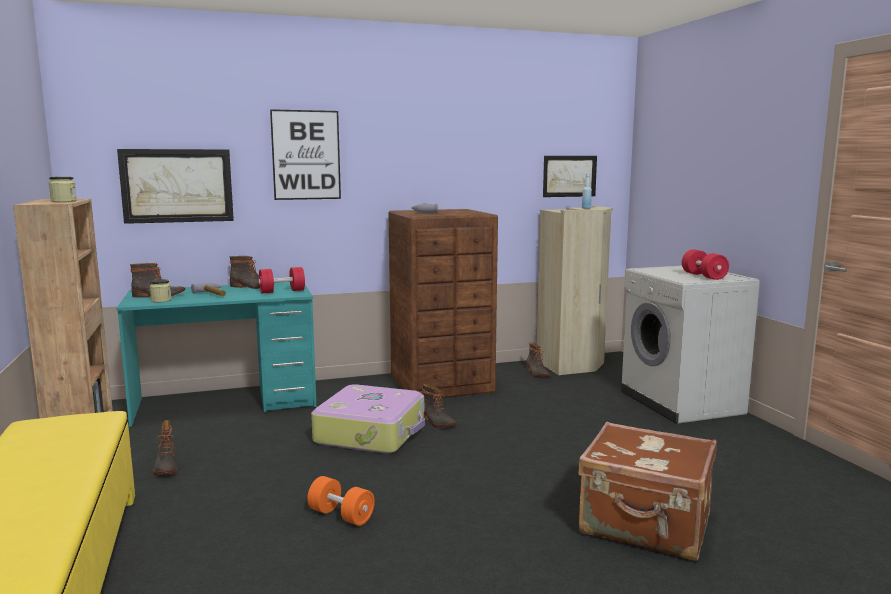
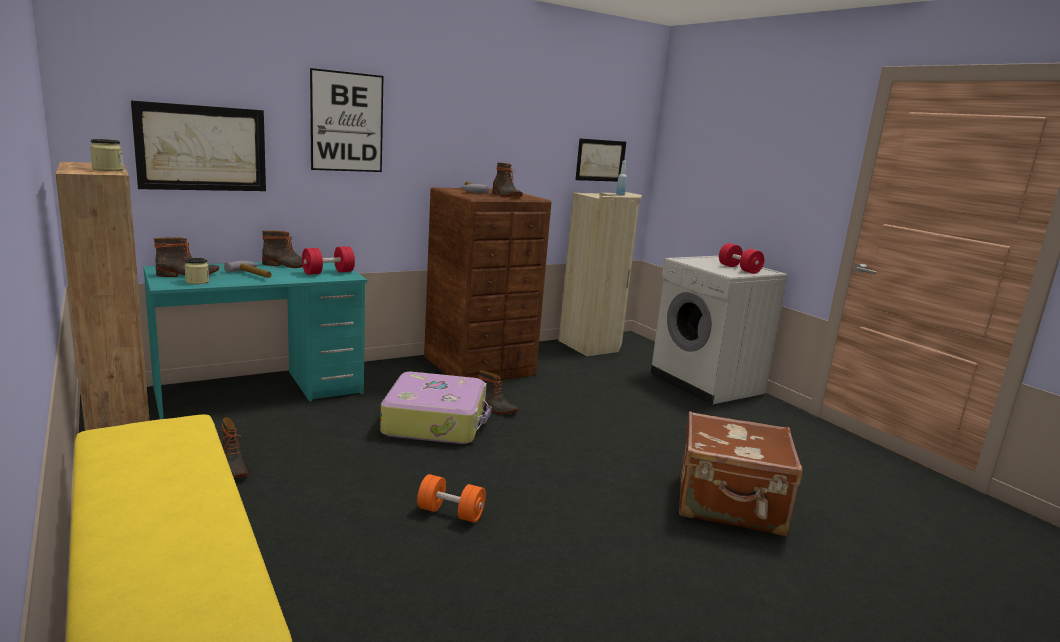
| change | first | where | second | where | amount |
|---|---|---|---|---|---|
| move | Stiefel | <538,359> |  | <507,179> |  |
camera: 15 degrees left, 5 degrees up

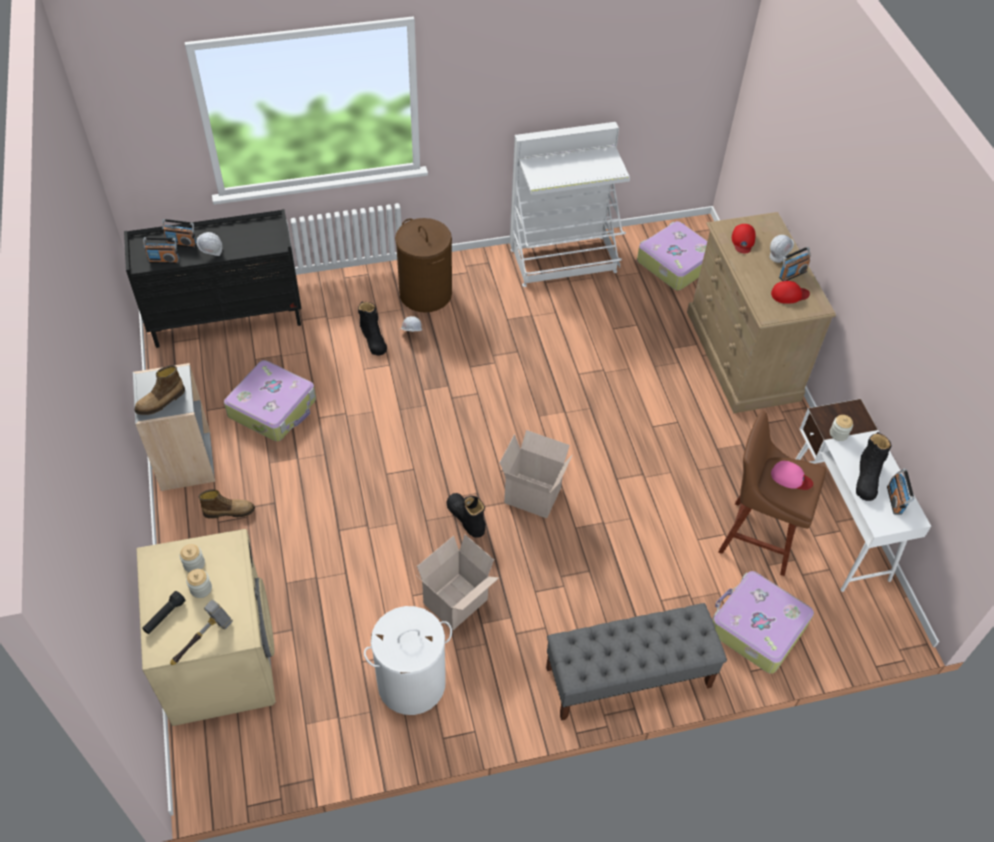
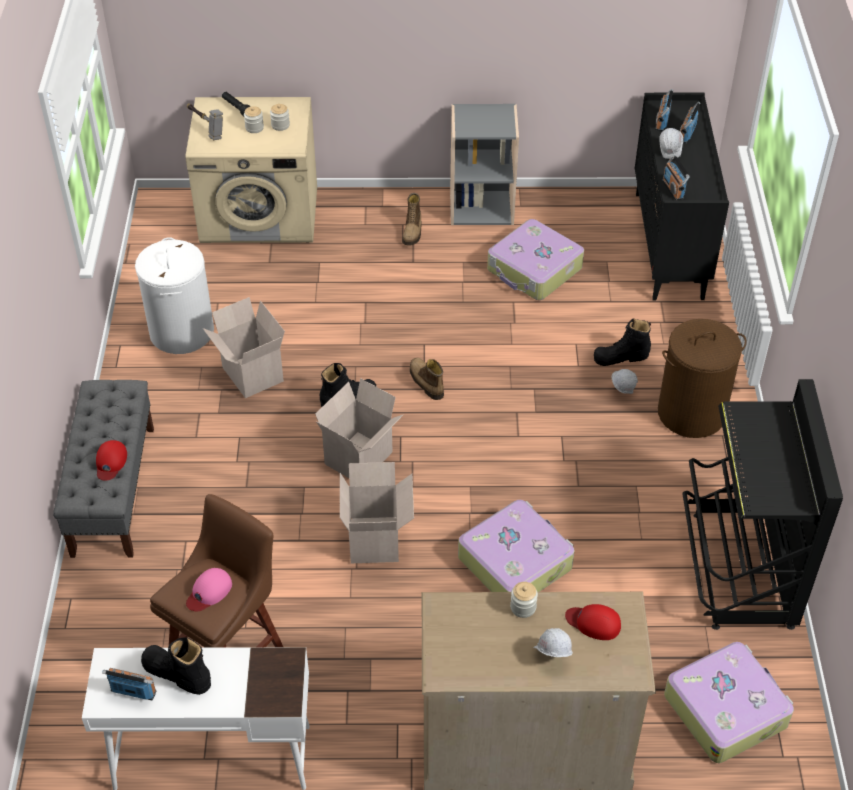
| change | first | where | second | where | amount |
|---|---|---|---|---|---|
| recolor | Schuhregal [weiß] | <570,204> | Schuhregal [schwarz] | <762,504> |  |
| move | Radio | <795,264> |  | <676,177> |  |
| move | Kappe [rot] | <790,292> |  | <111,460> |  |
| move | Stiefel | <160,390> |  | <427,379> |  |
| move | Vorratsglas | <841,428> |  | <524,600> |  |
| move | Koffer | <763,622> |  | <516,546> |  |
| insert |  |  | Karton | <377,512> |  |
camera: 105 degrees right, 5 degrees down

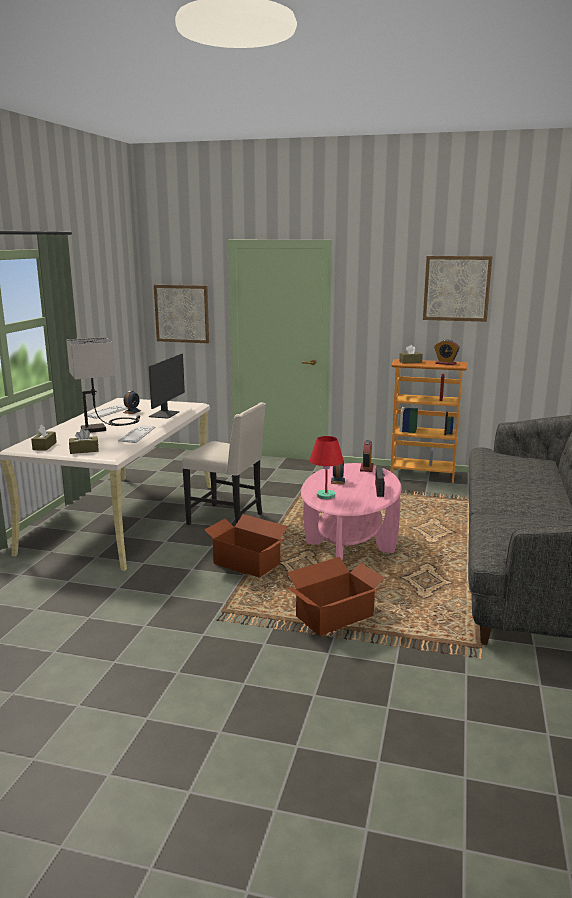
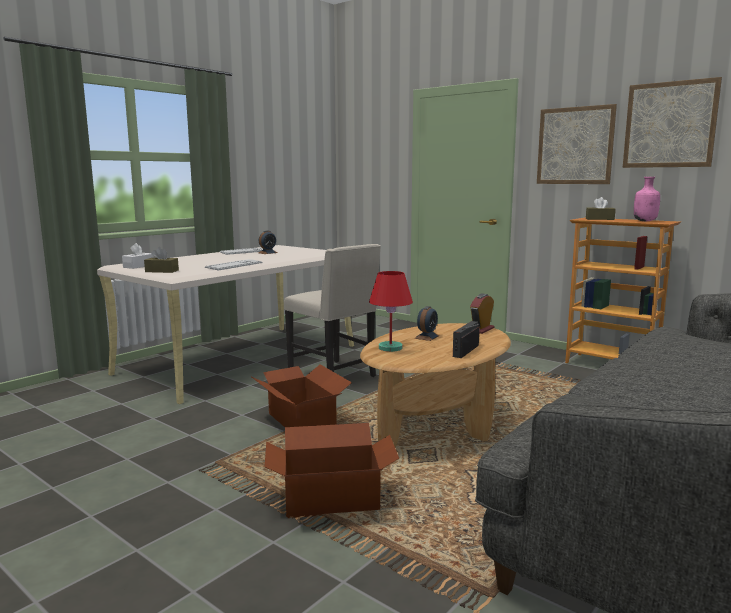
| change | first | where | second | where | amount |
|---|---|---|---|---|---|
| move | Bild | <181,314> |  | <577,144> |  |
| delete | Tischlampe | <103,385> |  |  |  |
| replace | Wecker | <447,352> | Flasche [rosa] | <647,199> |  |
| delete | Monitor | <167,386> |  |  |  |
| recolor | Taschentuchbox [braun] | <44,437> | Taschentuchbox [weiß] | <138,256> |  |
| recolor | Couchtisch [rosa] | <351,512> | Couchtisch [braun] | <435,385> |  |
camera: 25 degrees right, 5 degrees down

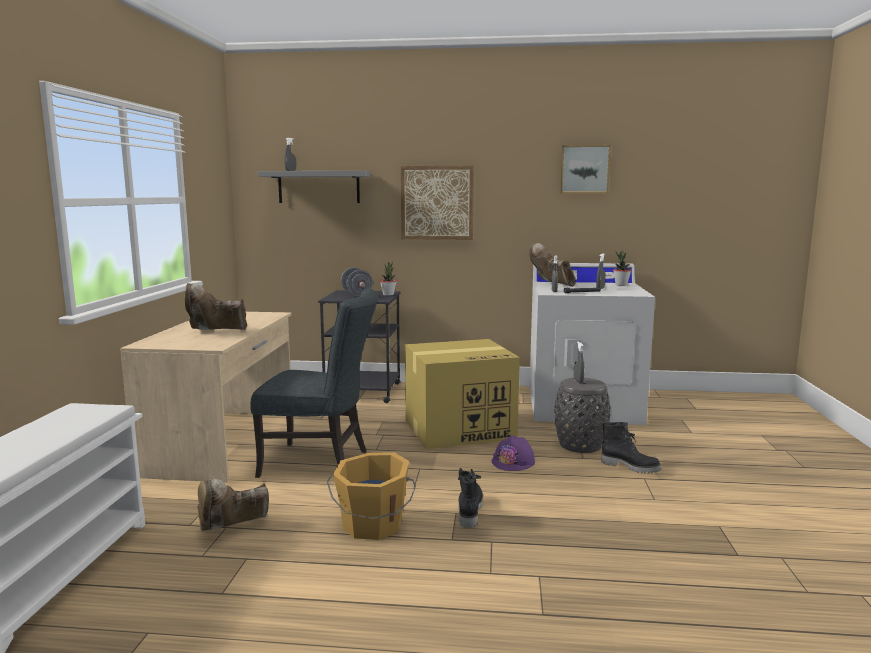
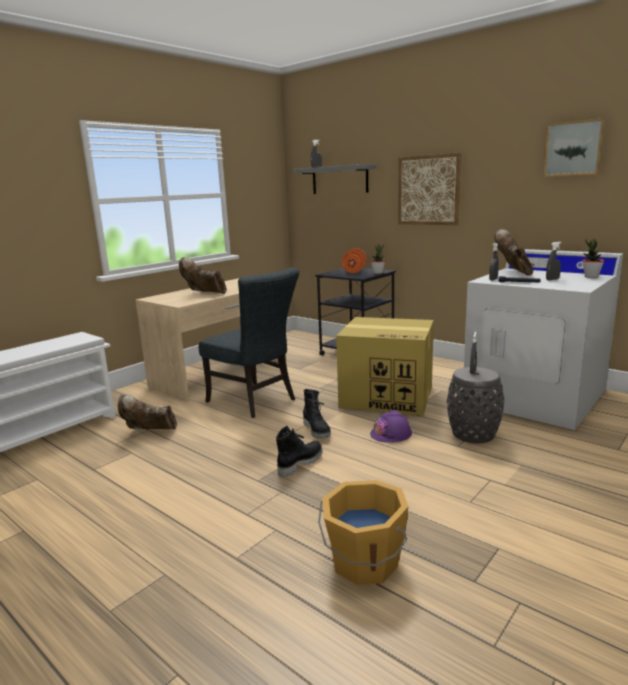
| change | first | where | second | where | amount |
|---|---|---|---|---|---|
| recolor | Hantel [grau] | <357,282> | Hantel [orange] | <354,260> |  |
| move | Stiefel [schwarz] | <631,447> |  | <317,414> |  |
| move | Eimer [orange] | <371,496> |  | <363,532> |  |
camera: 35 degrees right, 5 degrees up

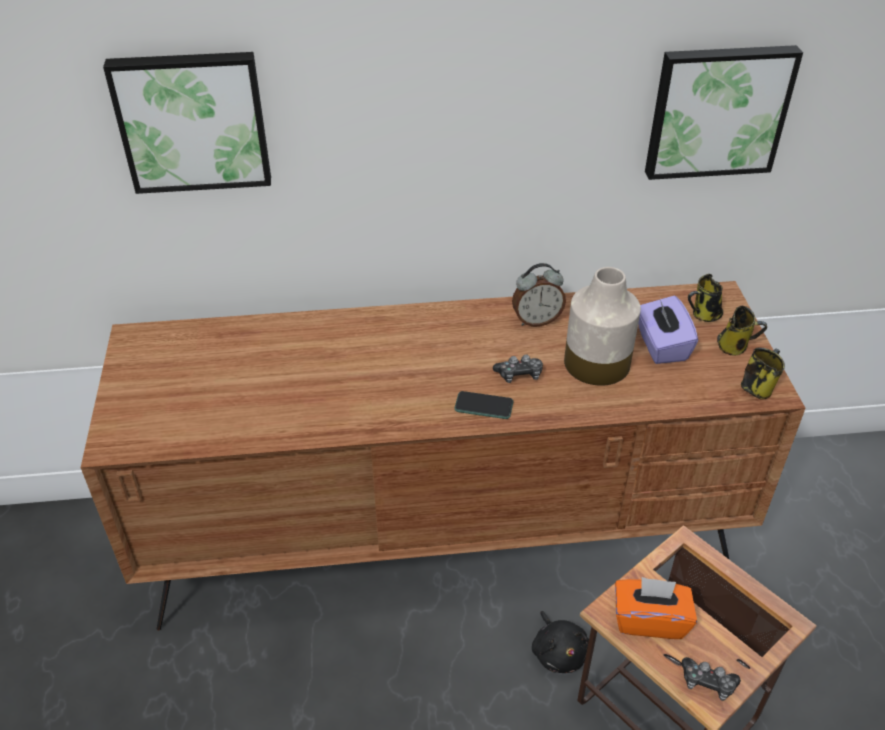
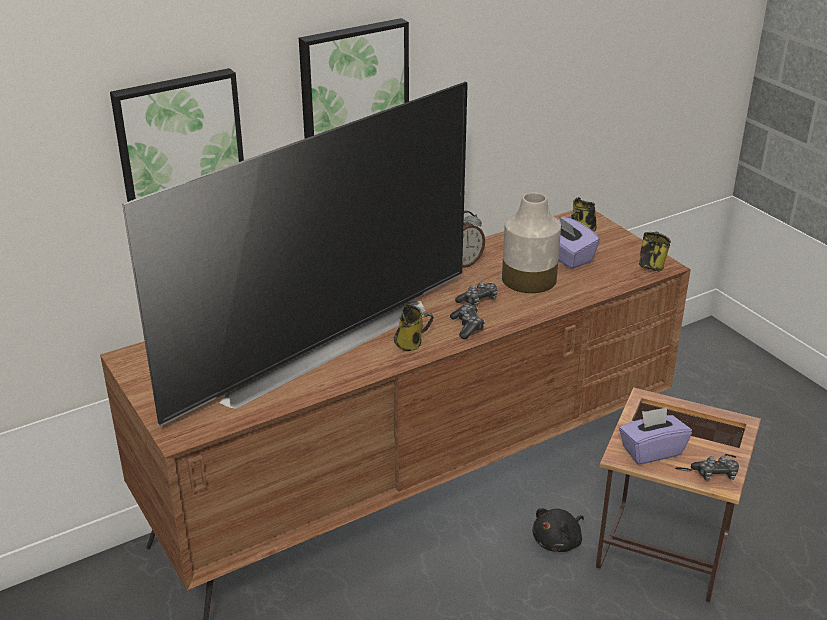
| change | first | where | second | where | amount |
|---|---|---|---|---|---|
| move | Bild | <724,112> |  | <354,78> |  |
| move | Henkelbecher | <742,331> |  | <413,327> |  |
| replace | Handy | <483,405> | Gamepad | <467,321> |  |
| recolor | Taschentuchbox [orange] | <656,608> | Taschentuchbox [lila] | <655,436> |  |
| rotate | Plüschtier [schwarz] | <560,642> |  | <558,530> | 90 degrees clockwise |
| insert |  |  | Fernseher | <295,254> |  |
camera: 25 degrees left, 10 degrees down

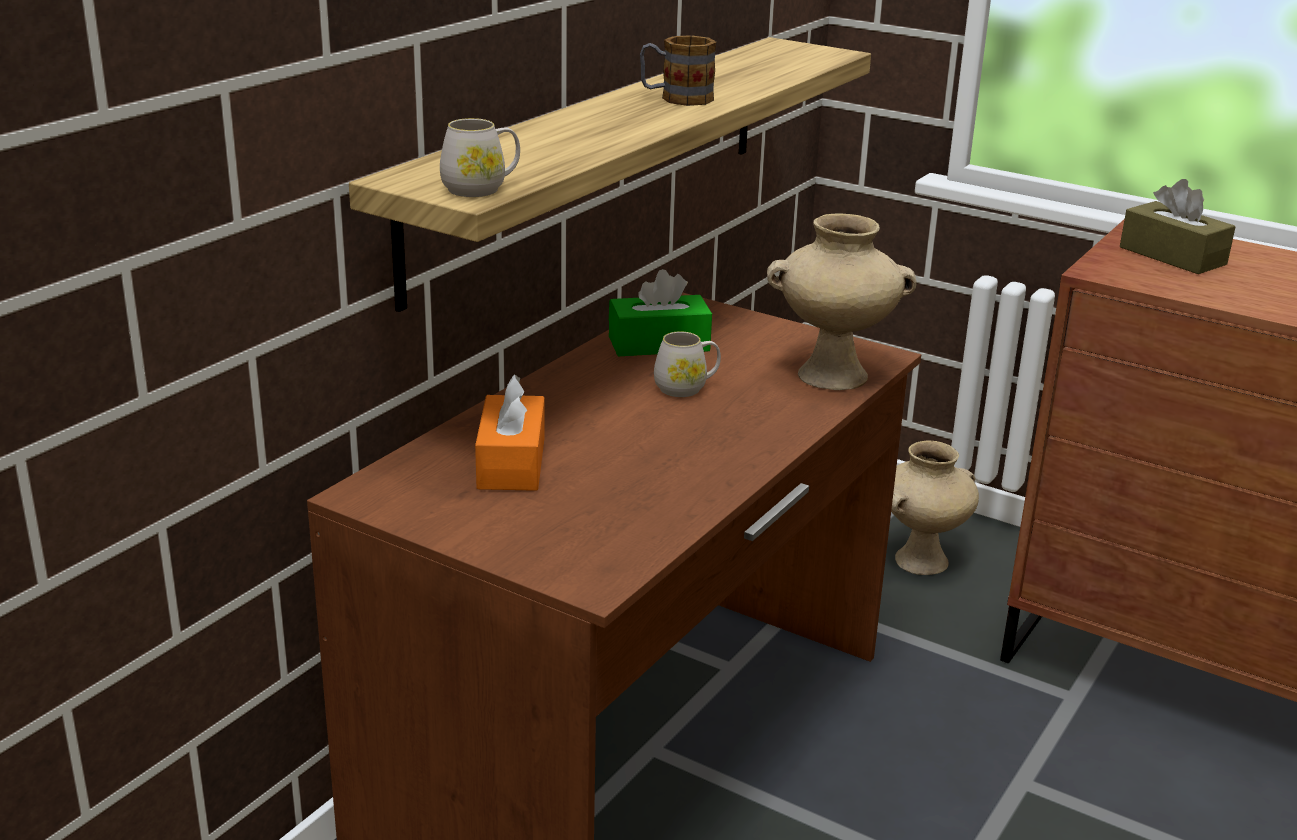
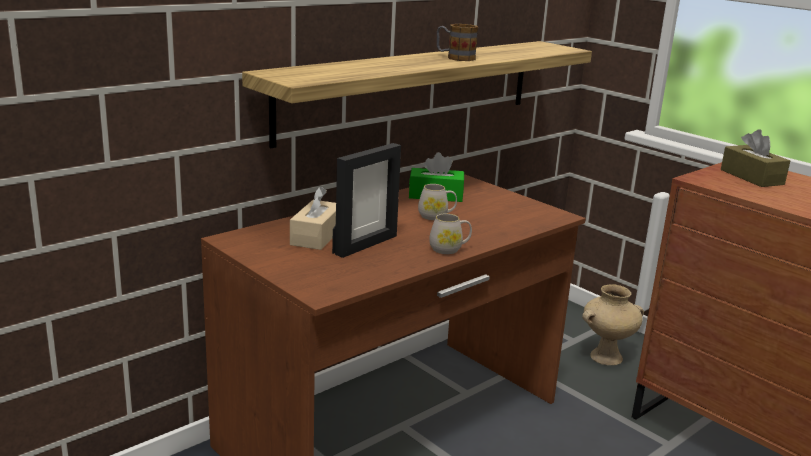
| change | first | where | second | where | amount |
|---|---|---|---|---|---|
| move | Henkelbecher [weiß] | <480,157> |  | <450,233> |  |
| delete | Vase [beige] | <842,302> |  |  |  |
| recolor | Taschentuchbox [orange] | <510,433> | Taschentuchbox [beige] | <313,218> |  |
| insert |  |  | Bilderrahmen | <366,200> |  |
camera: 15 degrees right, 5 degrees down

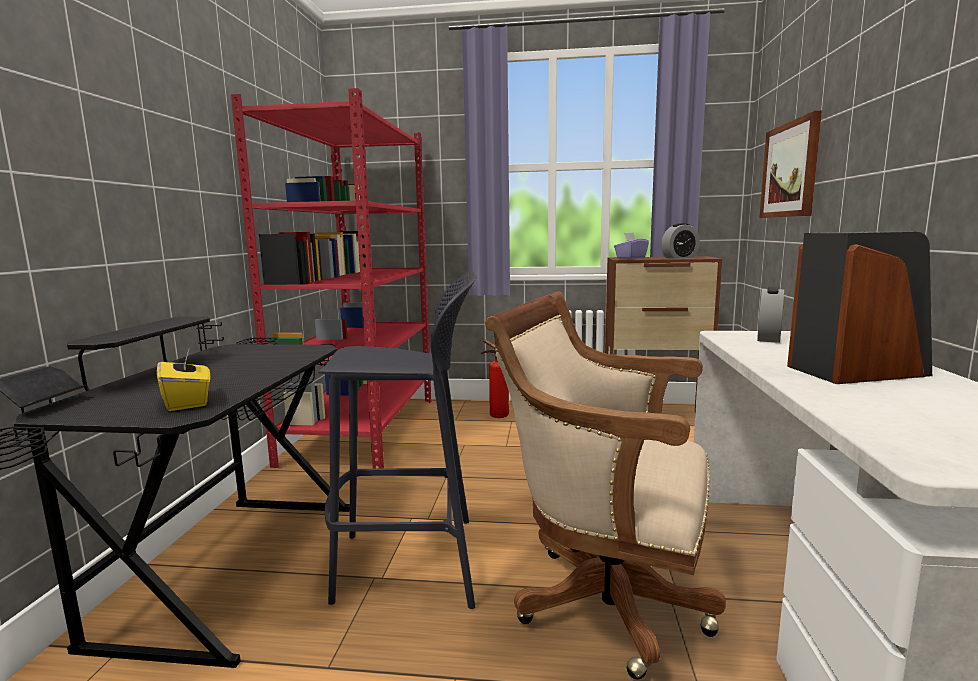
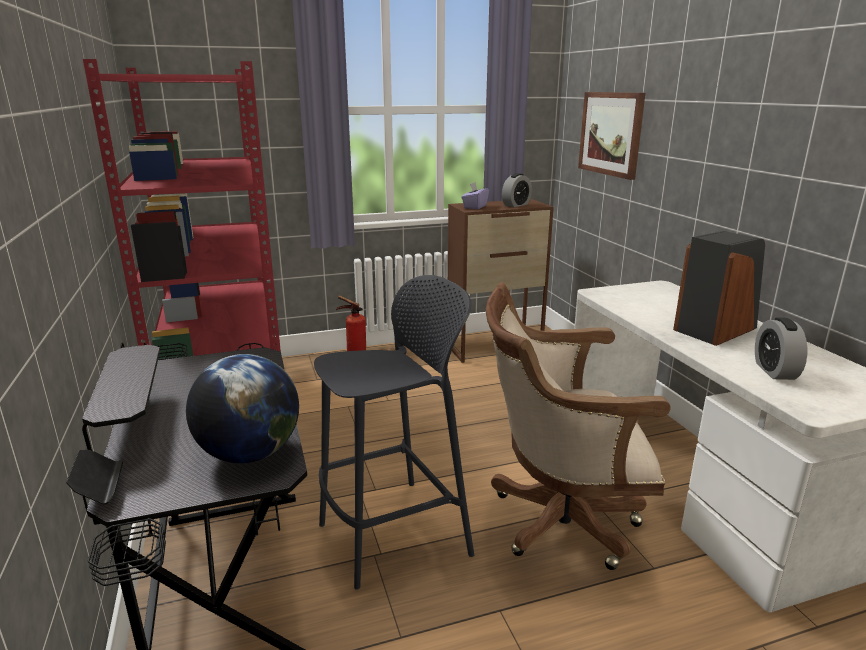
| change | first | where | second | where | amount |
|---|---|---|---|---|---|
| move | Wecker | <770,314> |  | <781,348> |  |
| replace | Taschentuchbox [gelb] | <184,379> | Globus | <242,408> |  |
camera: 25 degrees left, 10 degrees up

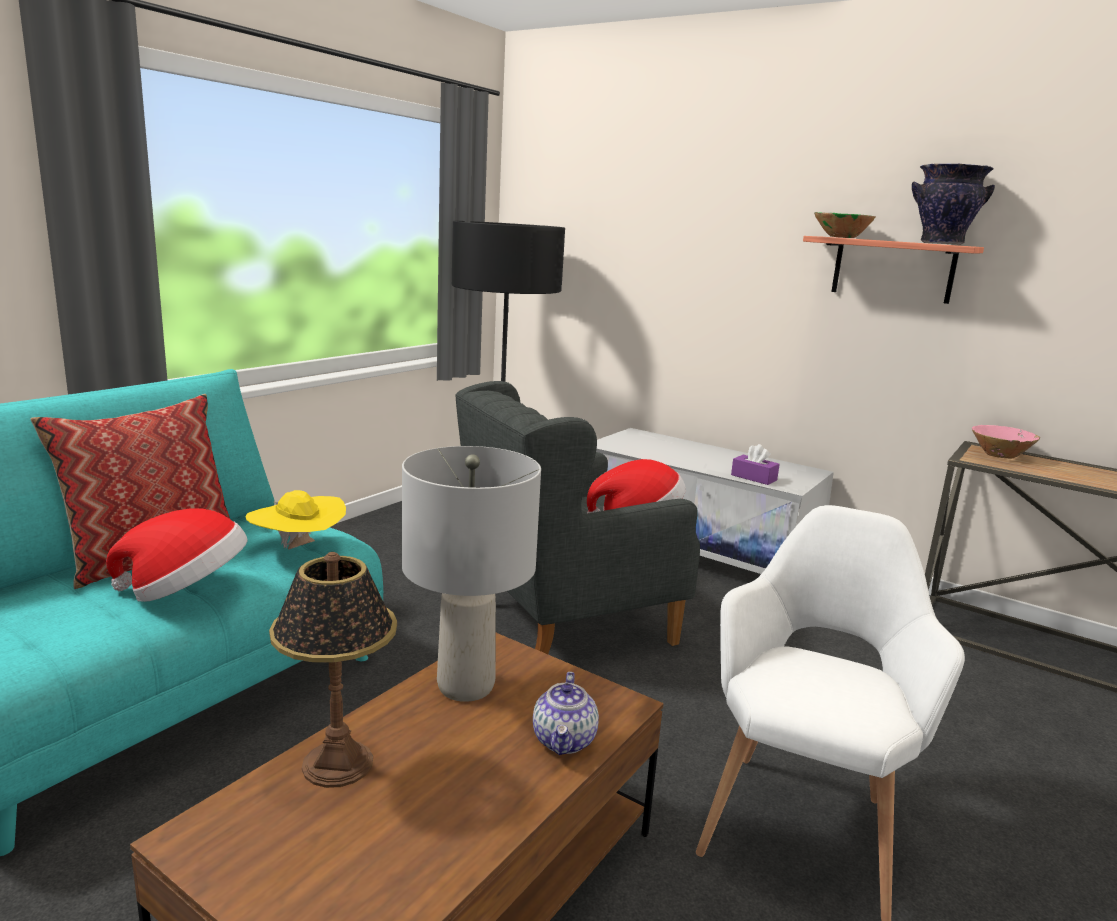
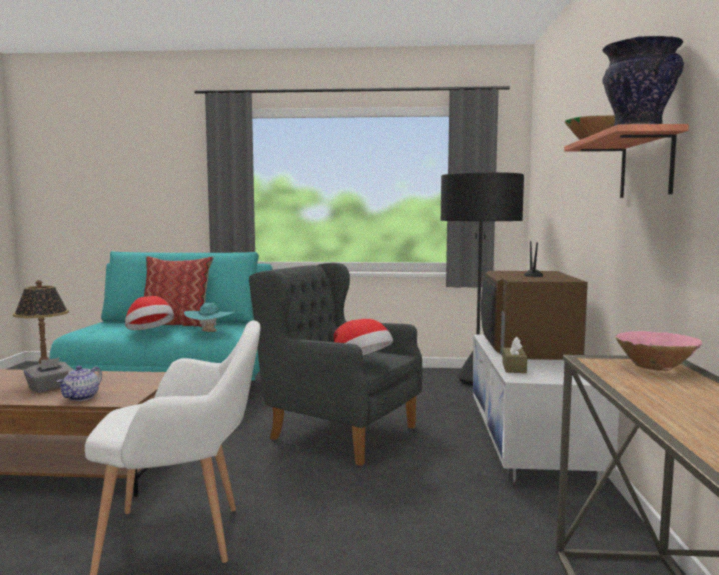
| change | first | where | second | where | amount |
|---|---|---|---|---|---|
| recolor | Taschentuchbox [lila] | <755,464> | Taschentuchbox [braun] | <514,355> |  |
| delete | Tischlampe [grau] | <471,574> |  |  |  |
| recolor | Hut [gelb] | <296,520> | Hut [türkis] | <209,317> |  |
| rotate | Teekanne | <566,713> |  | <79,383> | 45 degrees counterclockwise |
| insert |  |  | Fernseher | <534,300> |  |
| insert |  |  | Taschentuchbox [grau] | <48,375> |  |
camera: 60 degrees right, 10 degrees down

